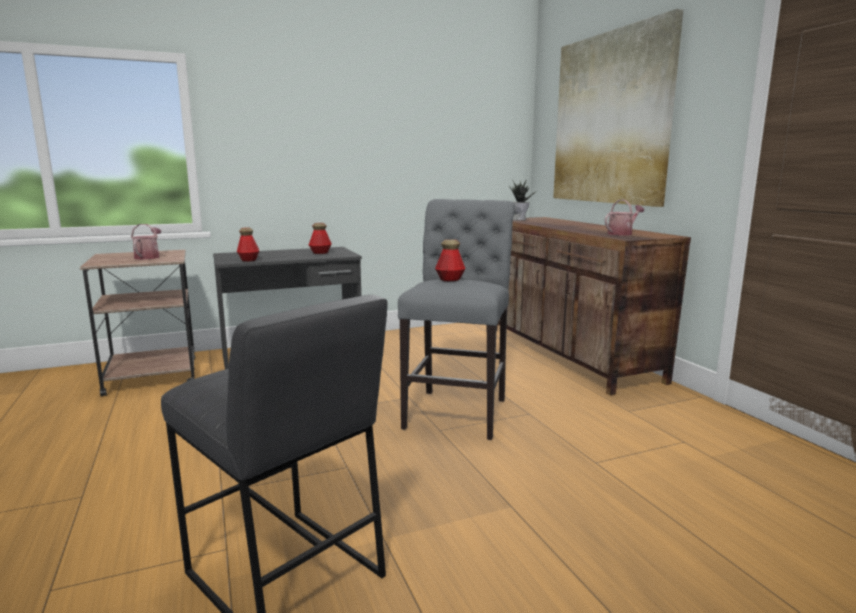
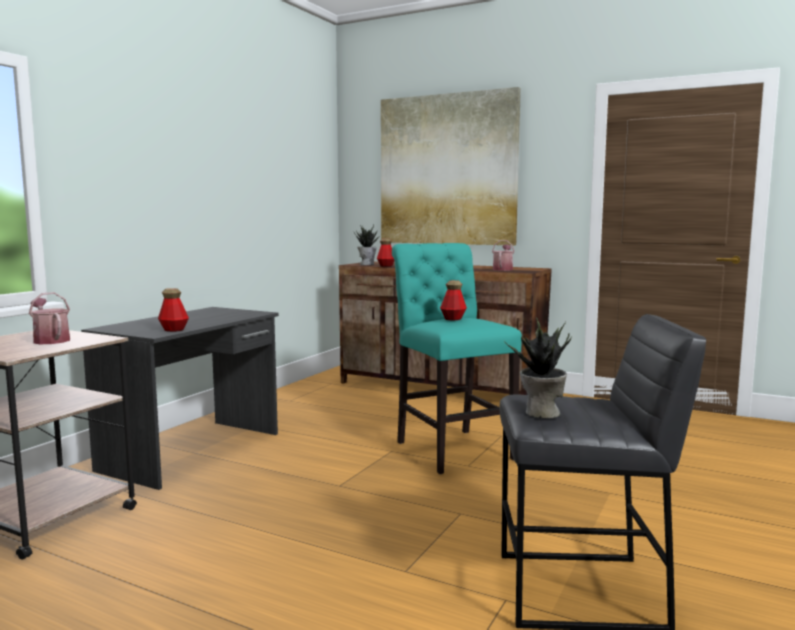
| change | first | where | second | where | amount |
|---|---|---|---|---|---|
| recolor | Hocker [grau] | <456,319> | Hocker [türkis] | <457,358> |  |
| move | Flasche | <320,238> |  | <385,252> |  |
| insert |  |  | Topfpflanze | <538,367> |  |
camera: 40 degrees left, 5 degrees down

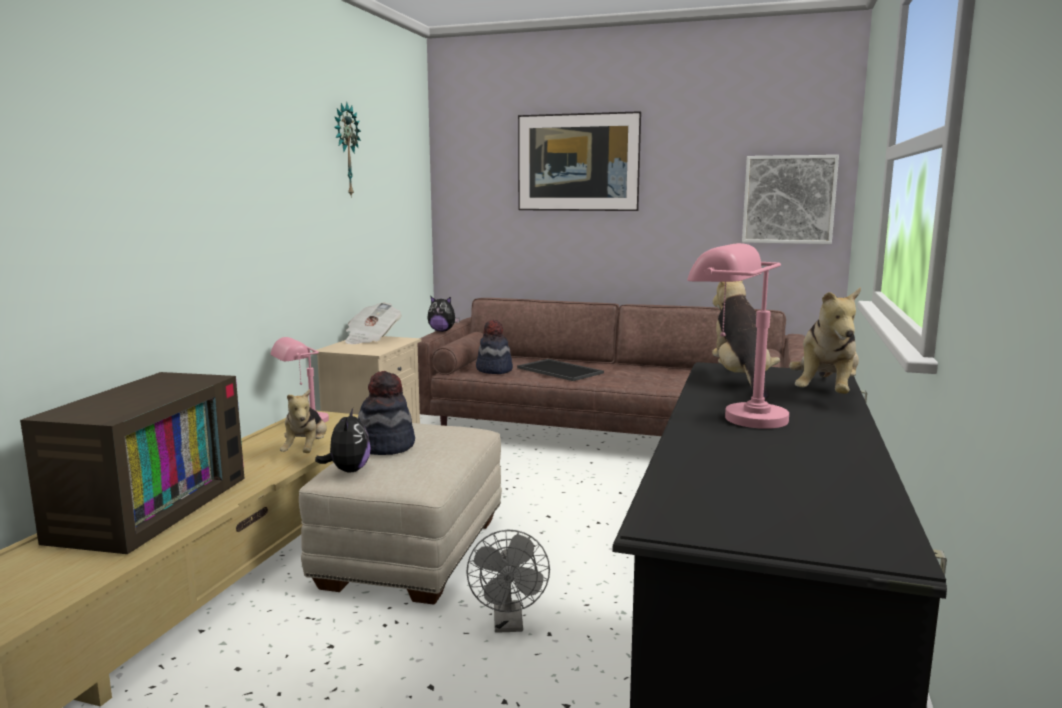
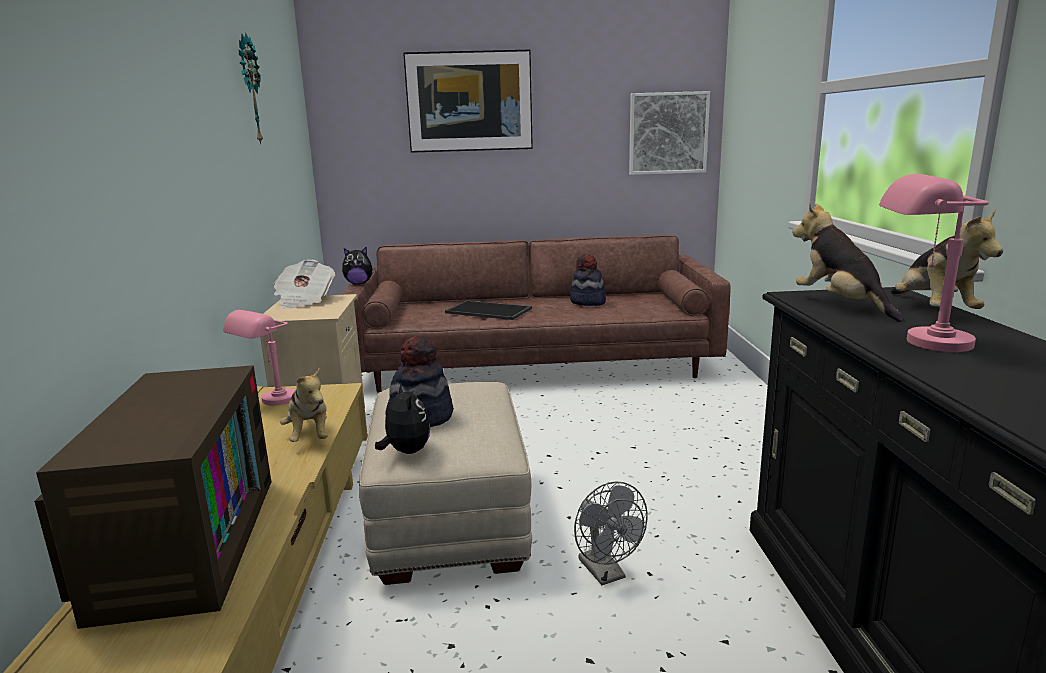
| change | first | where | second | where | amount |
|---|---|---|---|---|---|
| move | Hut | <494,347> |  | <588,280> |  |
camera: 20 degrees left, 5 degrees up

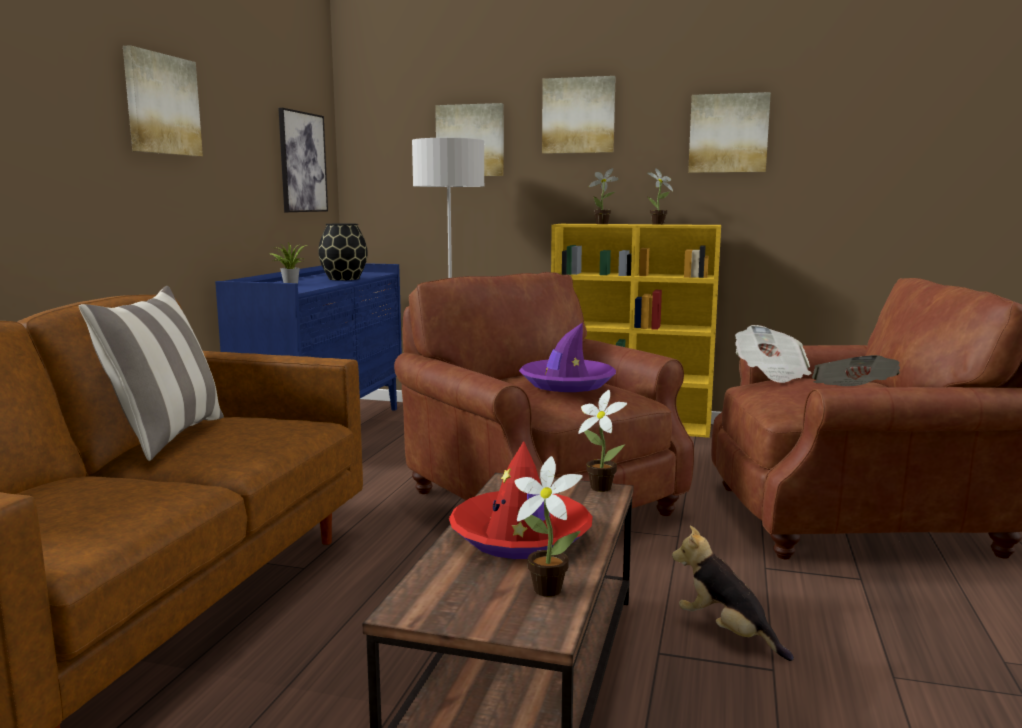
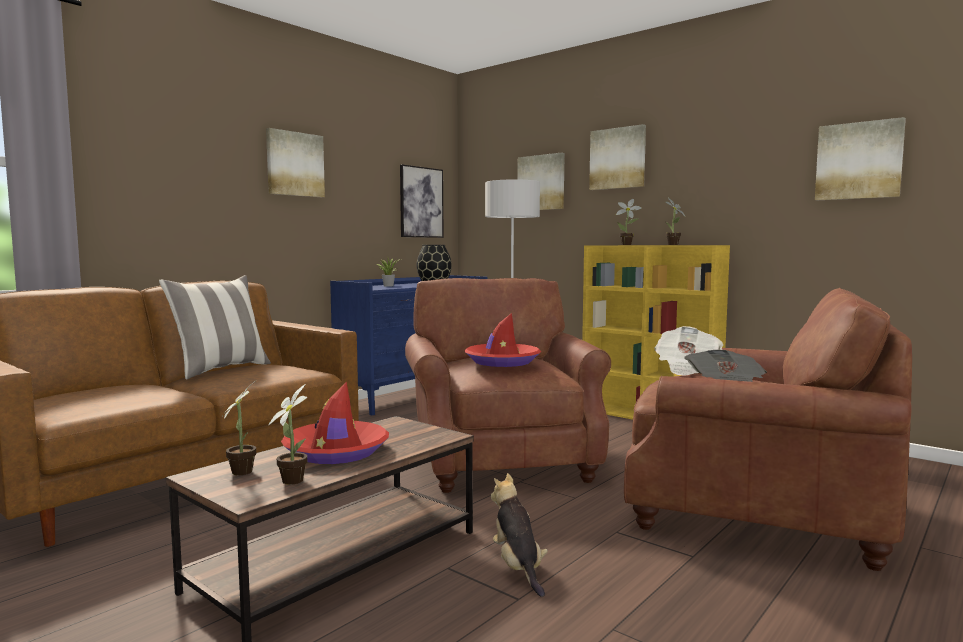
| change | first | where | second | where | amount |
|---|---|---|---|---|---|
| move | Bild | <729,132> |  | <860,158> |  |
| recolor | Hut [lila] | <567,357> | Hut [rot] | <502,340> |  |
| move | Topfpflanze | <603,441> |  | <240,427> |  |
camera: 25 degrees right, 5 degrees down

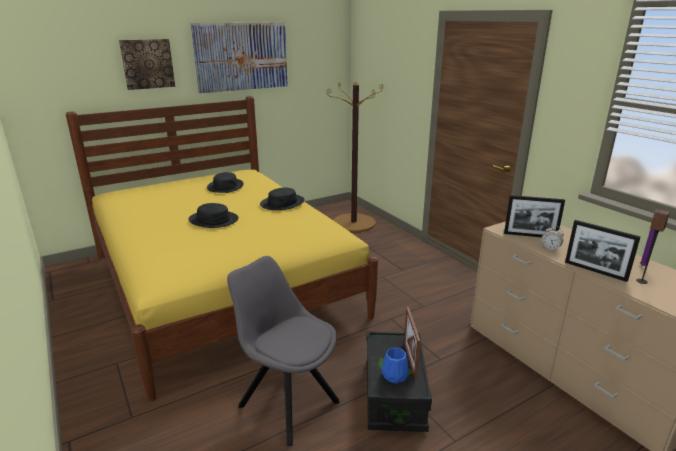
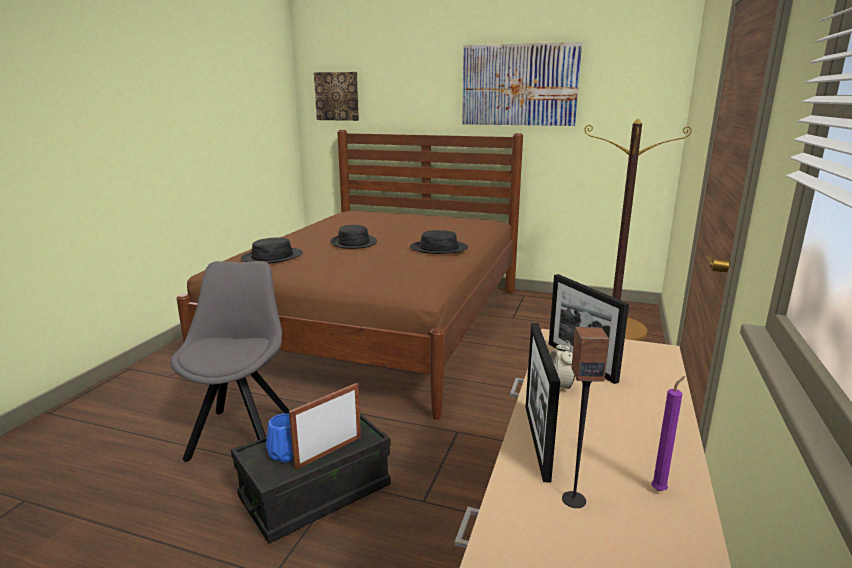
| change | first | where | second | where | amount |
|---|---|---|---|---|---|
| move | Bild | <147,64> |  | <336,96> |  |
| recolor | Bett [gelb] | <222,248> | Bett [braun] | <349,275> |  |
| move | Hut [schwarz] | <225,182> |  | <272,250> |  |
camera: 50 degrees right, 5 degrees down

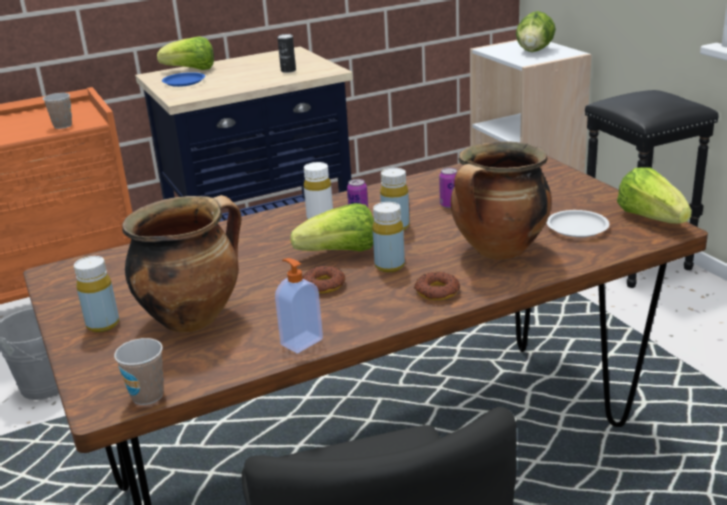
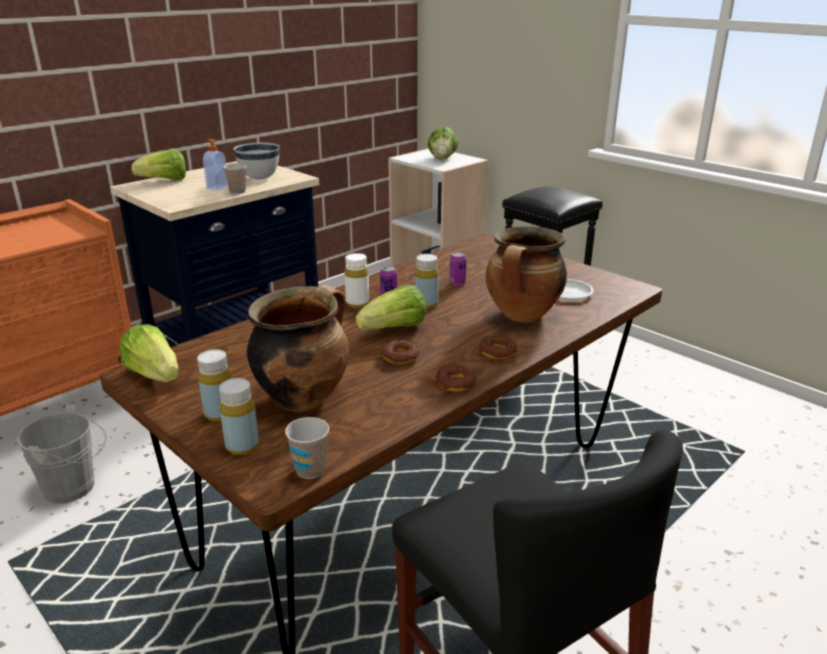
| change | first | where | second | where | amount |
|---|---|---|---|---|---|
| replace | Dose | <286,53> | Schüssel [weiß] | <257,161> |  |
| delete | Teller [blau] | <183,79> |  |  |  |
| move | Tasse | <57,111> |  | <235,178> |  |
| move | Salatkopf | <654,195> |  | <149,353> |  |
| move | Flasche [gelb] | <388,237> |  | <239,416> |  |
| move | Seifenspender | <299,305> |  | <215,165> |  |
| insert |  |  | Donut | <456,378> |  |
camera: 20 degrees left, 0 degrees up

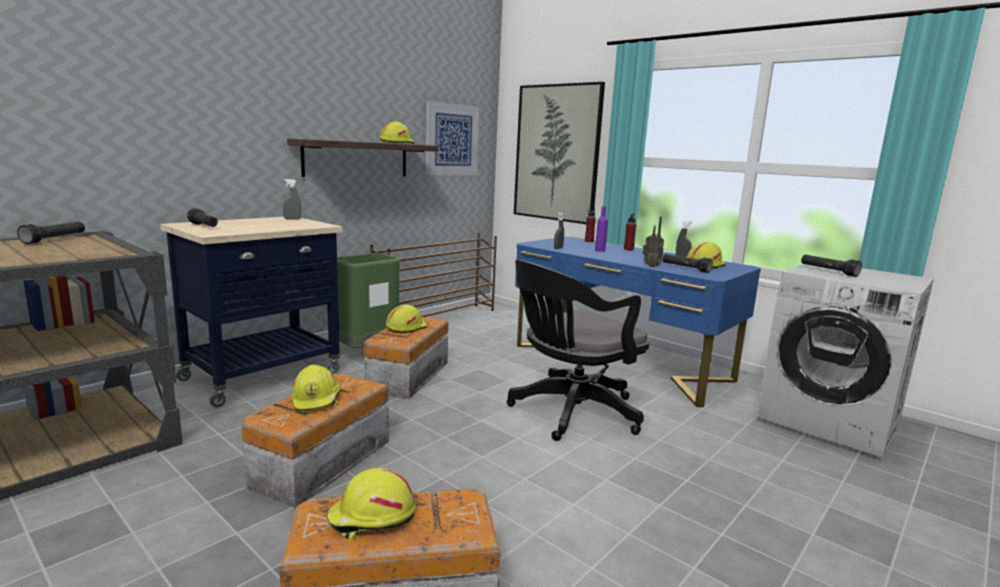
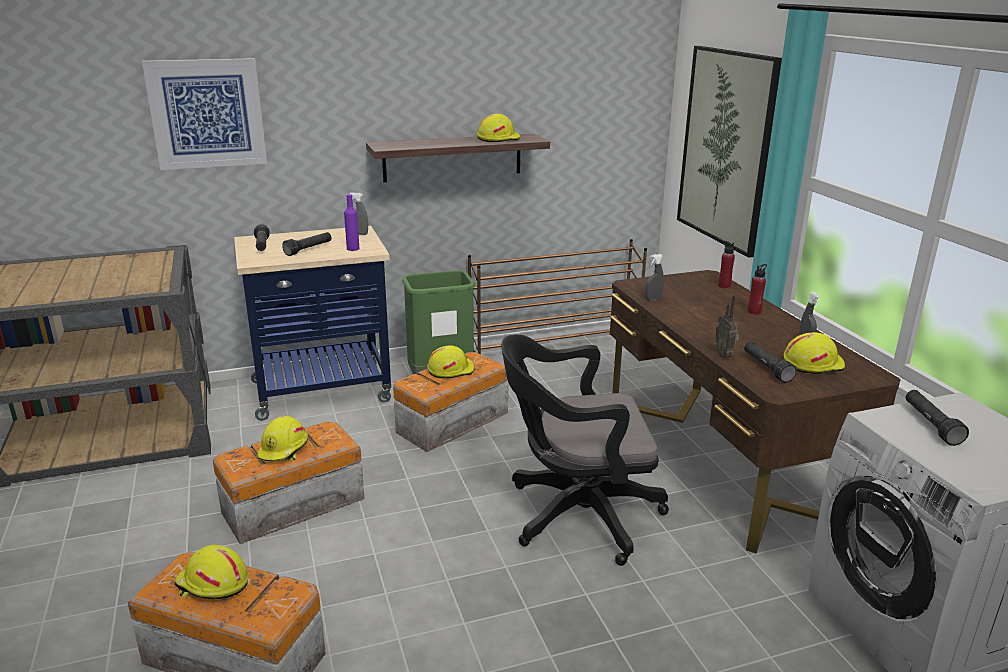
| change | first | where | second | where | amount |
|---|---|---|---|---|---|
| move | Bild | <452,138> |  | <204,114> |  |
| move | Flasche [lila] | <601,229> |  | <352,222> |  |
| move | Taschenlampe [schwarz] | <51,233> |  | <307,244> |  |
| recolor | Schreibtisch [blau] | <638,322> | Schreibtisch [braun] | <755,411> |  |
camera: 30 degrees right, 10 degrees up

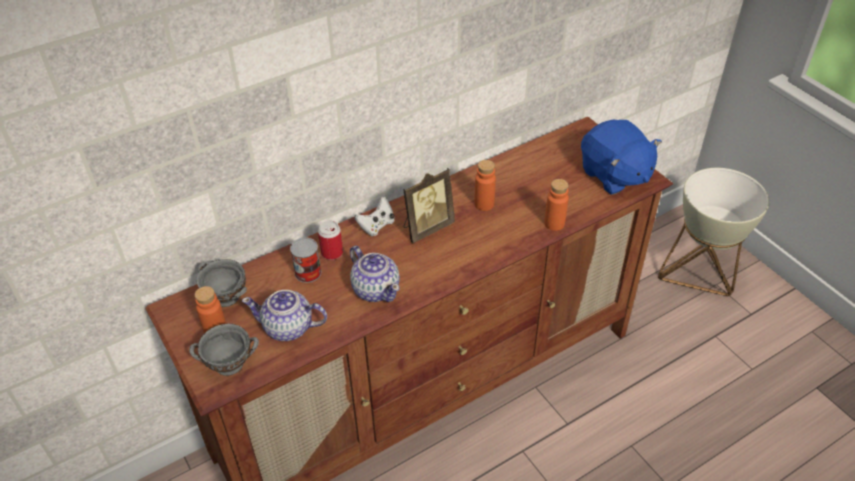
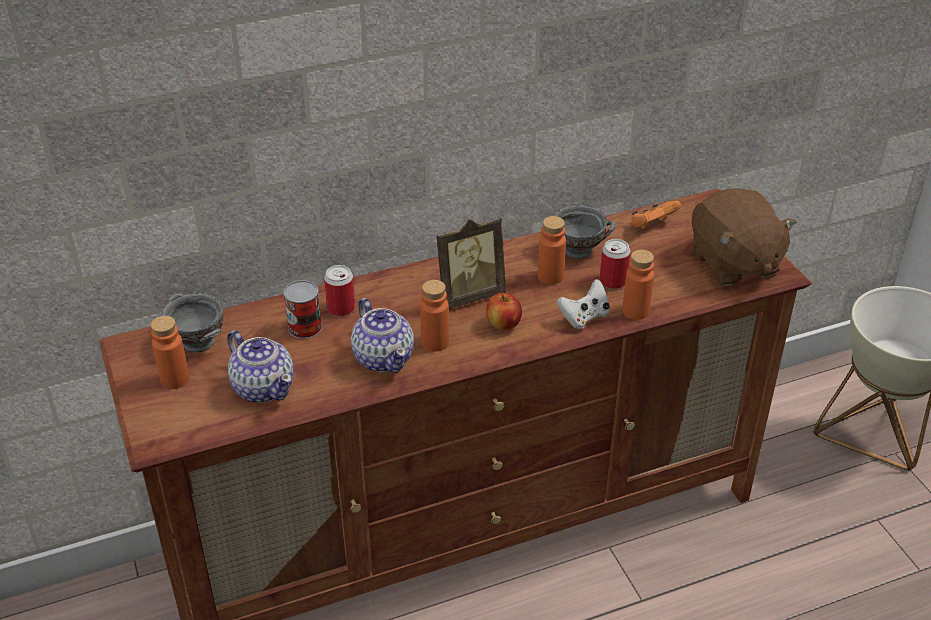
| change | first | where | second | where | amount |
|---|---|---|---|---|---|
| recolor | Plüschtier [blau] | <621,157> | Plüschtier [braun] | <744,237> |  |
| move | Gamepad [weiß] | <375,216> |  | <583,304> |  |
| rotate | Teekanne | <284,315> |  | <260,366> | 150 degrees counterclockwise |
| move | Schüssel [grau] | <224,350> |  | <585,232> |  |
| insert |  |  | Gamepad [orange] | <656,215> |  |
| insert |  |  | Dose | <615,264> |  |
| insert |  |  | Flasche [orange] | <434,316> |  |
| insert |  |  | Apfel | <504,311> |  |
camera: 10 degrees right, 5 degrees down

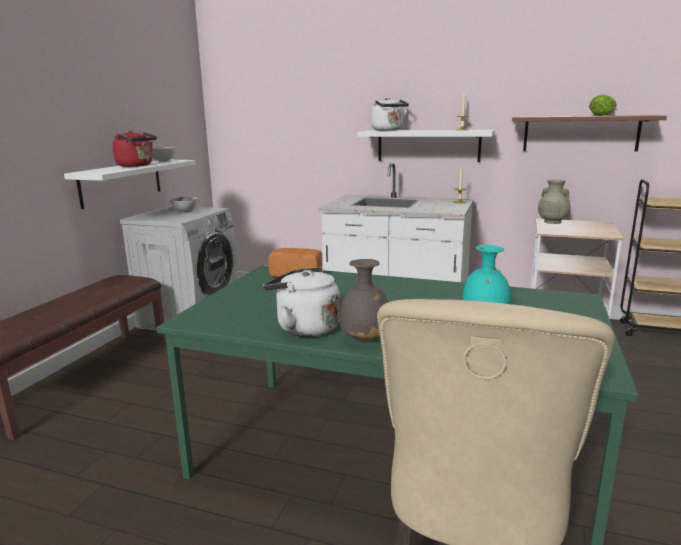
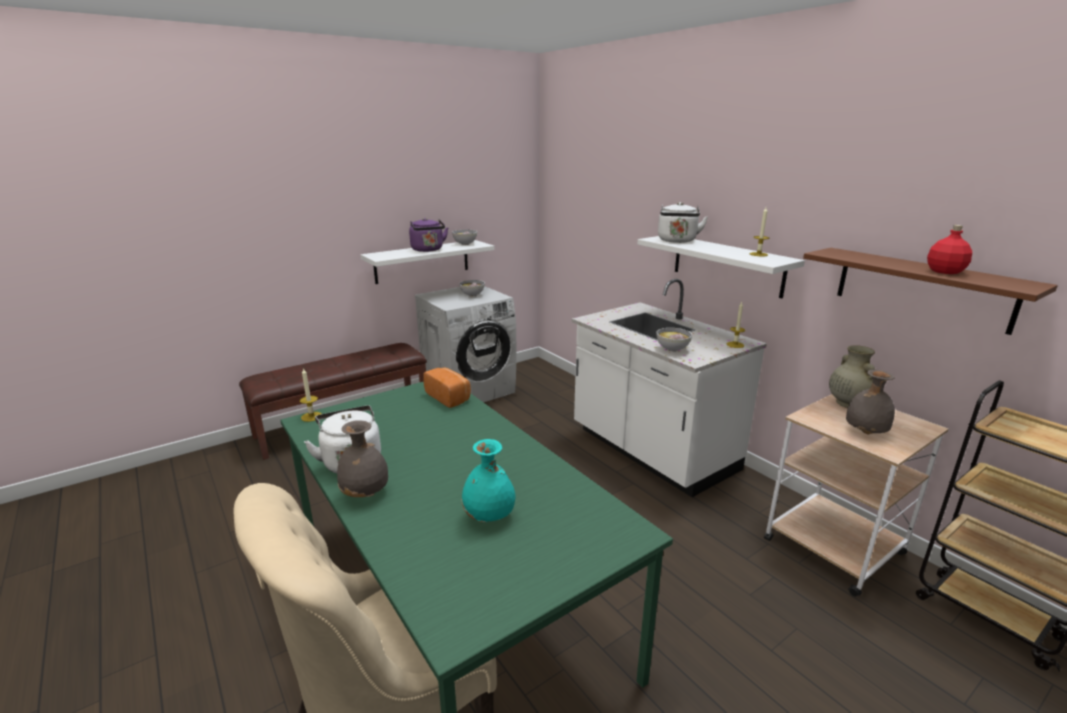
| change | first | where | second | where | amount |
|---|---|---|---|---|---|
| replace | Salatkopf | <603,105> | Flasche [rot] | <949,249> |  |
| recolor | Wasserkessel [rot] | <135,148> | Wasserkessel [lila] | <428,235> |  |
| insert |  |  | Schüssel | <674,340> |  |
| insert |  |  | Kerze | <310,395> |  |
| insert |  |  | Vase [grau] | <870,402> |  |
camera: 35 degrees right, 5 degrees up

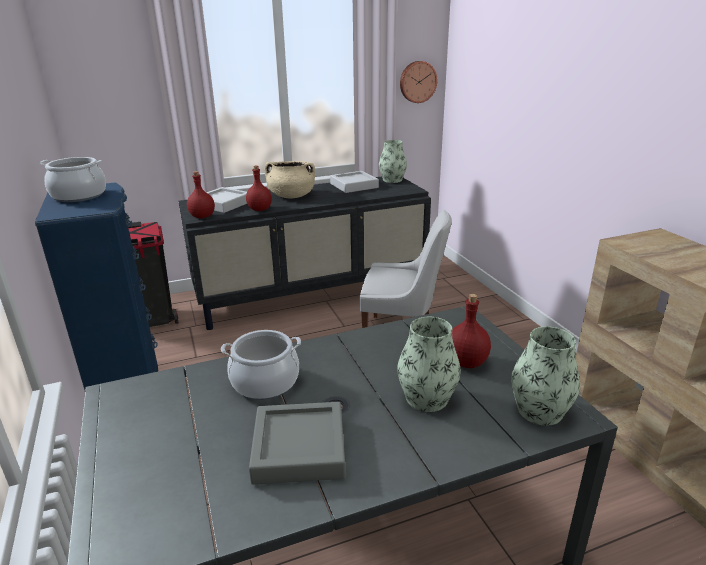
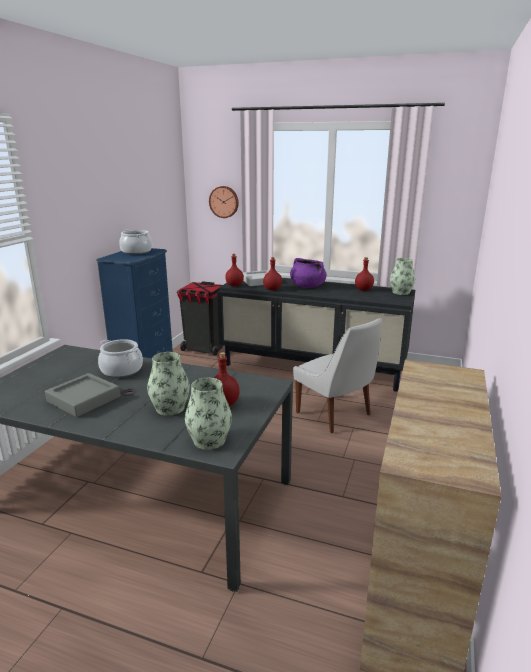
| change | first | where | second | where | amount |
|---|---|---|---|---|---|
| move | Wanduhr | <418,82> |  | <224,202> |  |
| recolor | Kochtopf [beige] | <290,179> | Kochtopf [lila] | <308,273> |  |
| replace | Tablett [grau] | <354,182> | Flasche [rot] | <364,274> |  |
camera: 40 degrees right, 5 degrees down

